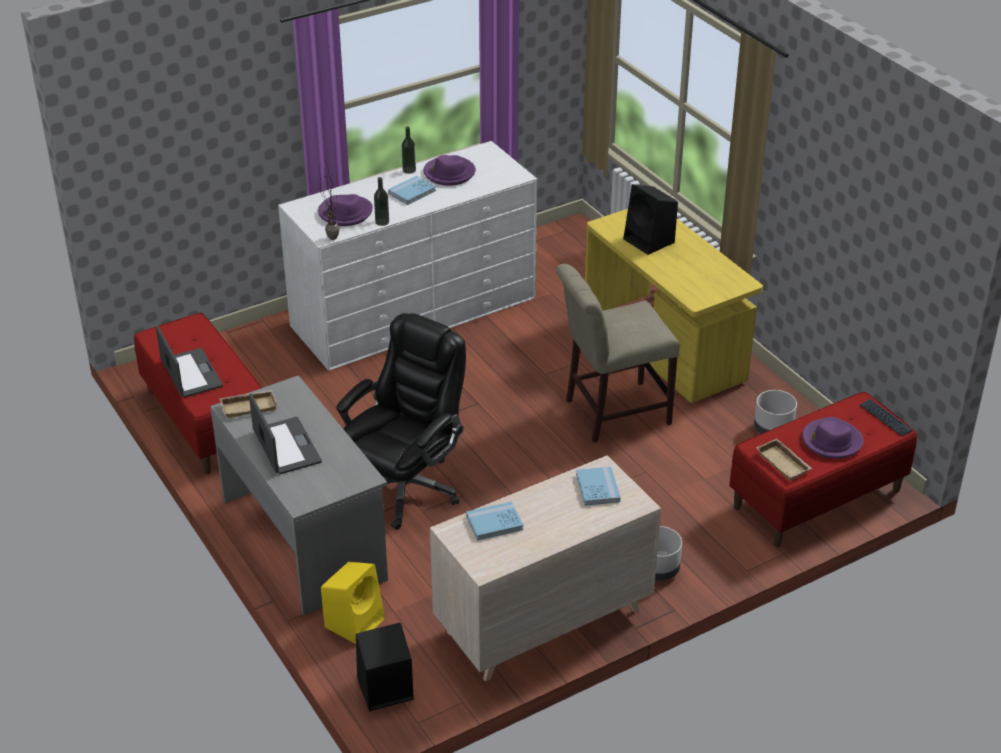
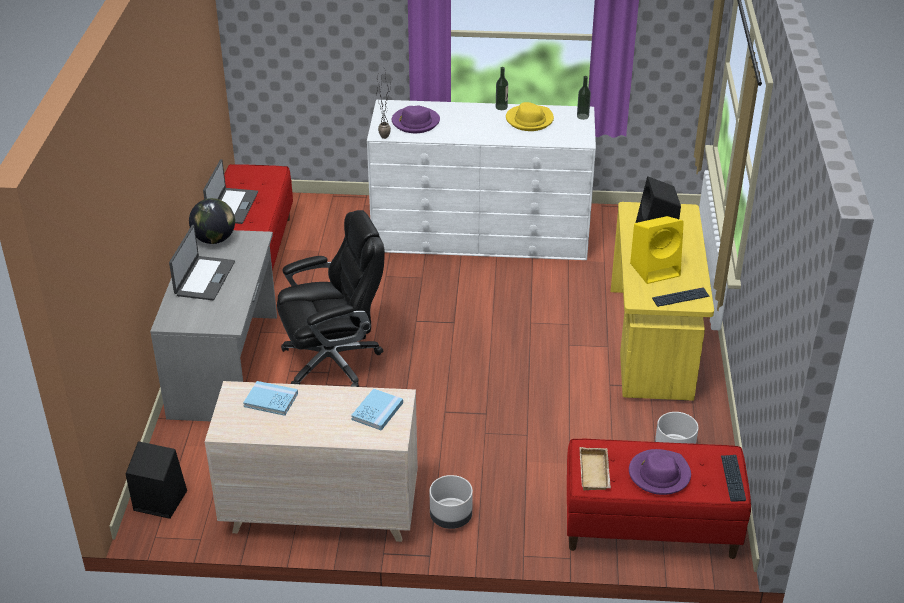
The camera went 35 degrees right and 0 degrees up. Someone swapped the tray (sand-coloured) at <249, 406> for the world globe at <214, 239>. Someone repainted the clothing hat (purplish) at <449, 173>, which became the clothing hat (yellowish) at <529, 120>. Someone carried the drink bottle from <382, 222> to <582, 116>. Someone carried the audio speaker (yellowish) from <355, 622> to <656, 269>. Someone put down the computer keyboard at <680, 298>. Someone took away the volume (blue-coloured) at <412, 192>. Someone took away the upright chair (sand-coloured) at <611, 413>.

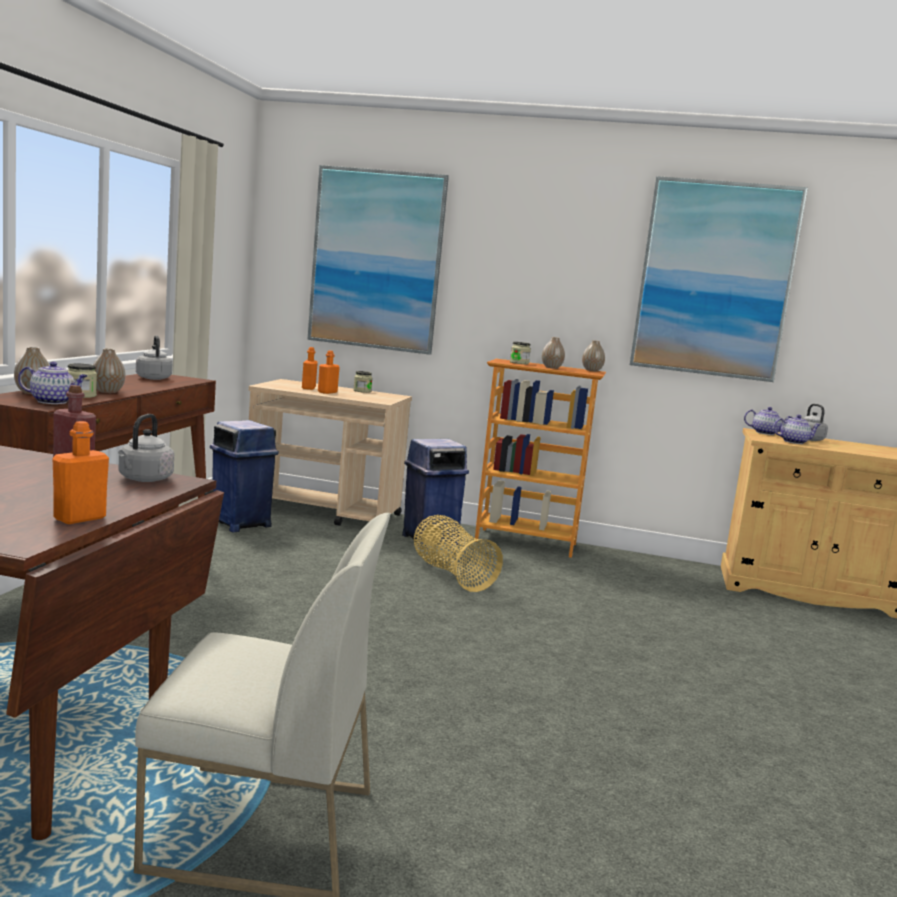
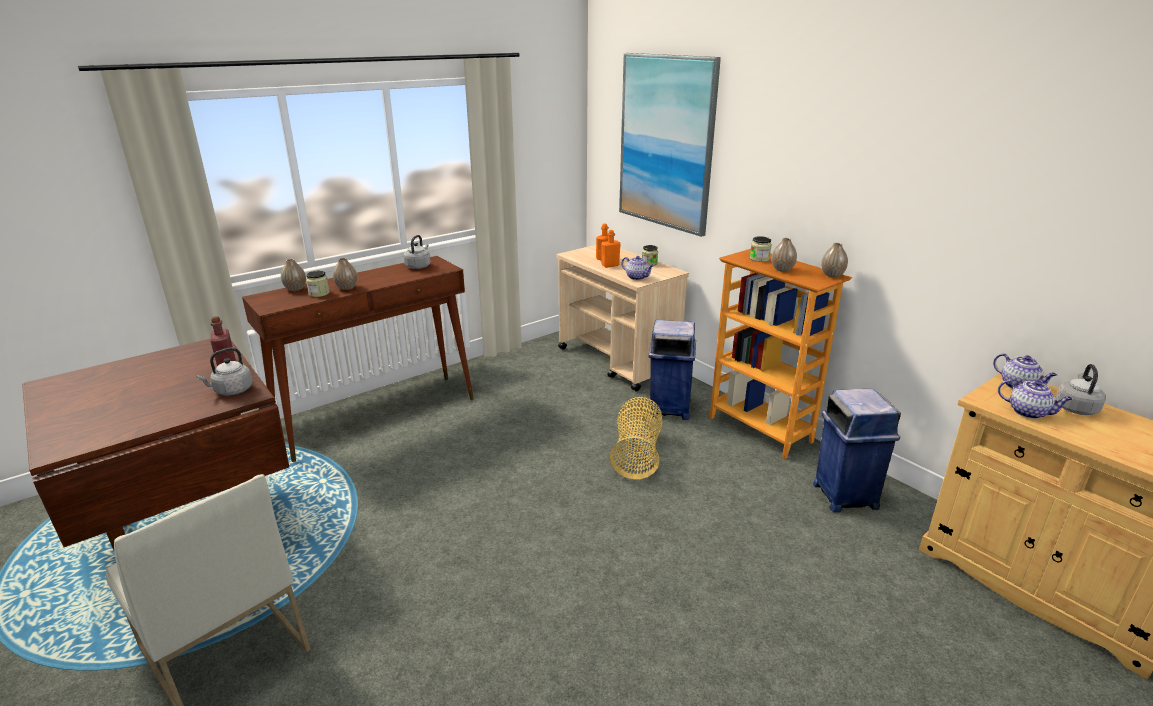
The camera went 40 degrees right and 15 degrees up. Someone carried the tea pot from <53, 402> to <637, 277>. Someone carried the trash can (blue-coloured) from <240, 523> to <844, 495>. Someone took away the drink bottle (orangey) at <80, 518>. Someone took away the picture at <714, 279>.

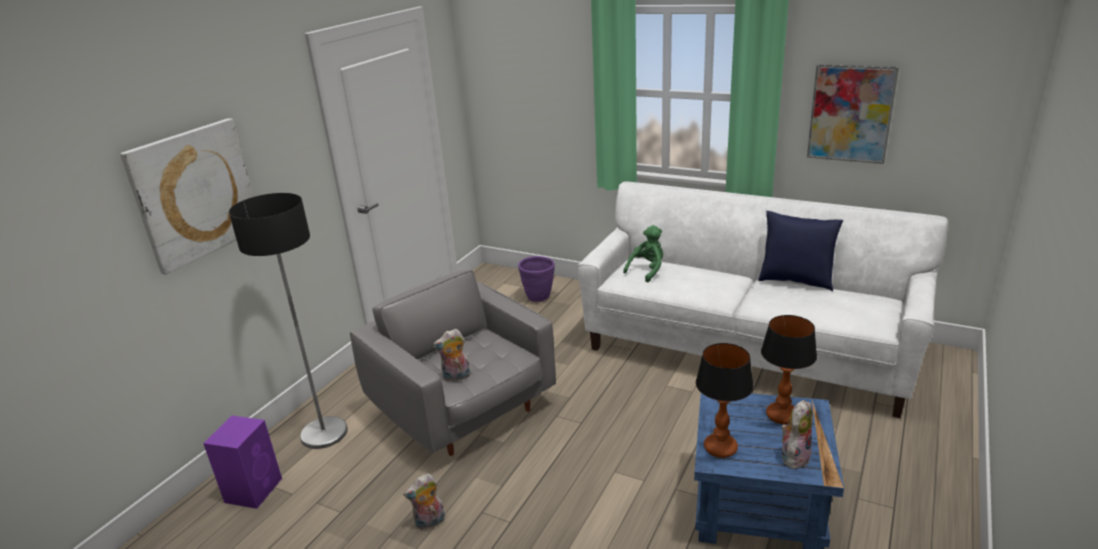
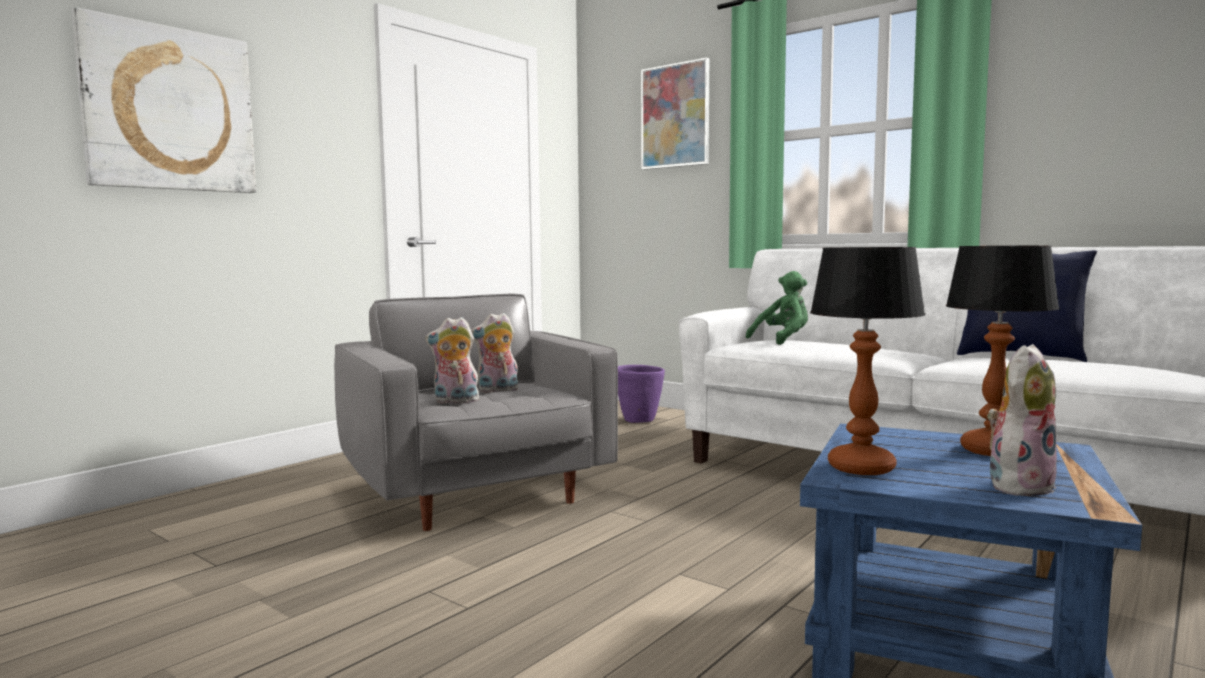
The camera went 10 degrees right and 20 degrees down. Someone carried the plush toy from <429, 523> to <497, 391>. Someone carried the picture from <850, 113> to <675, 116>. Someone took away the audio speaker (purplish) at <254, 489>. Someone took away the floor lamp at <324, 433>.

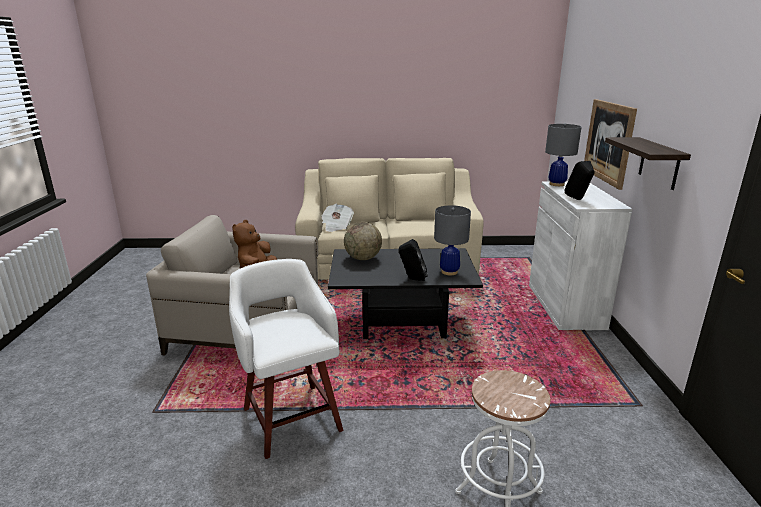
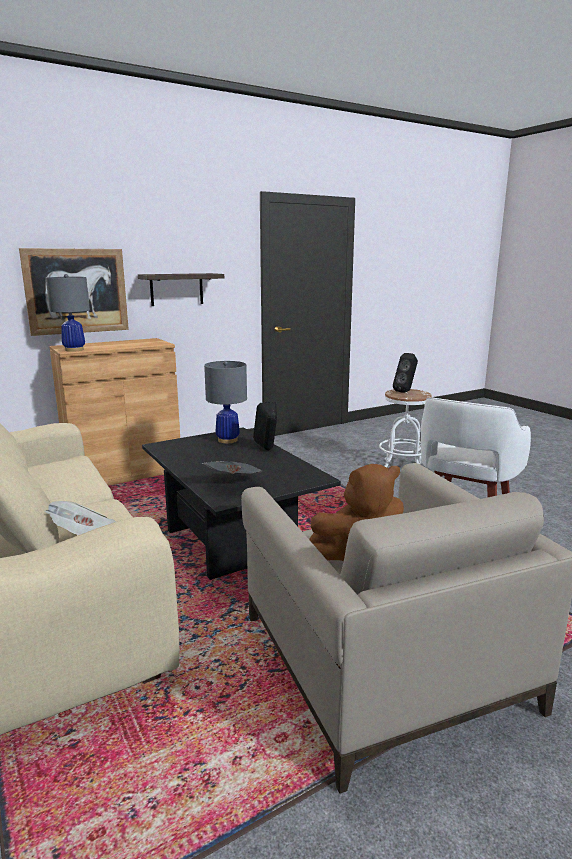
The camera went 120 degrees left and 5 degrees down. Someone repainted the cabinet (white) at <565, 306>, which became the cabinet (brownish) at <124, 473>. Someone swapped the world globe at <363, 258> for the printed paper at <234, 483>. Someone carried the audio speaker (black) from <578, 200> to <405, 391>.

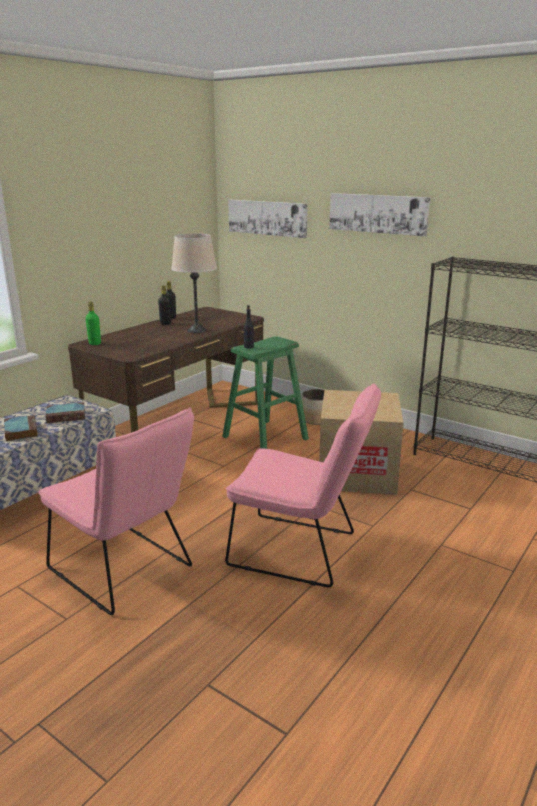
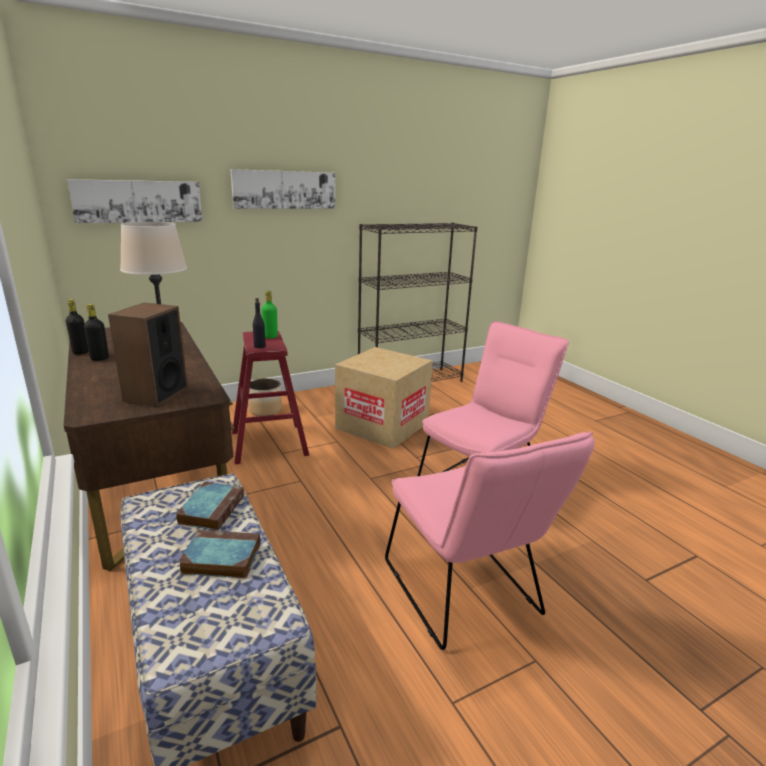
The camera went 65 degrees left and 0 degrees up. Someone put down the audio speaker at <155, 394>. Someone repainted the sitting stool (green-coloured) at <265, 438>, which became the sitting stool (reddish) at <269, 443>. Someone carried the drink bottle (green-coloured) from <95, 343> to <270, 337>. Someone rotated the upright chair (pink) at <126, 572> by 90 degrees clockwise.

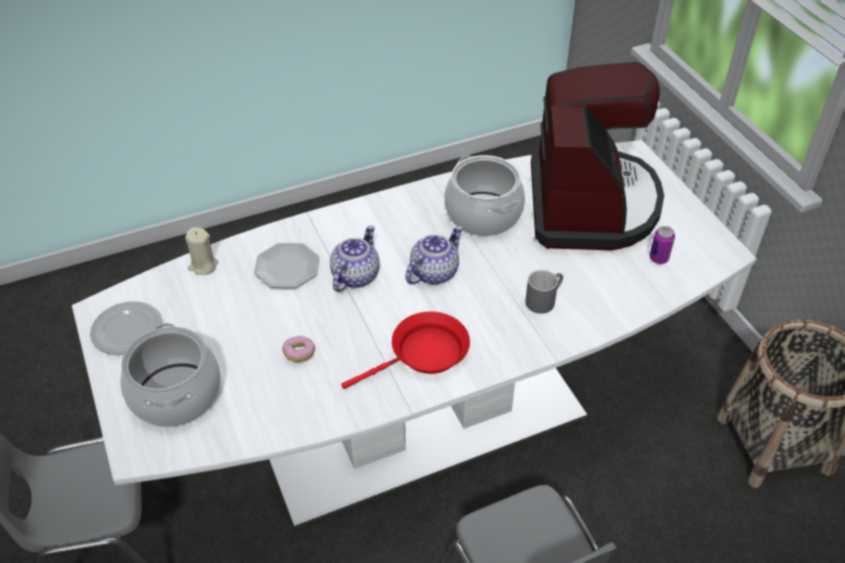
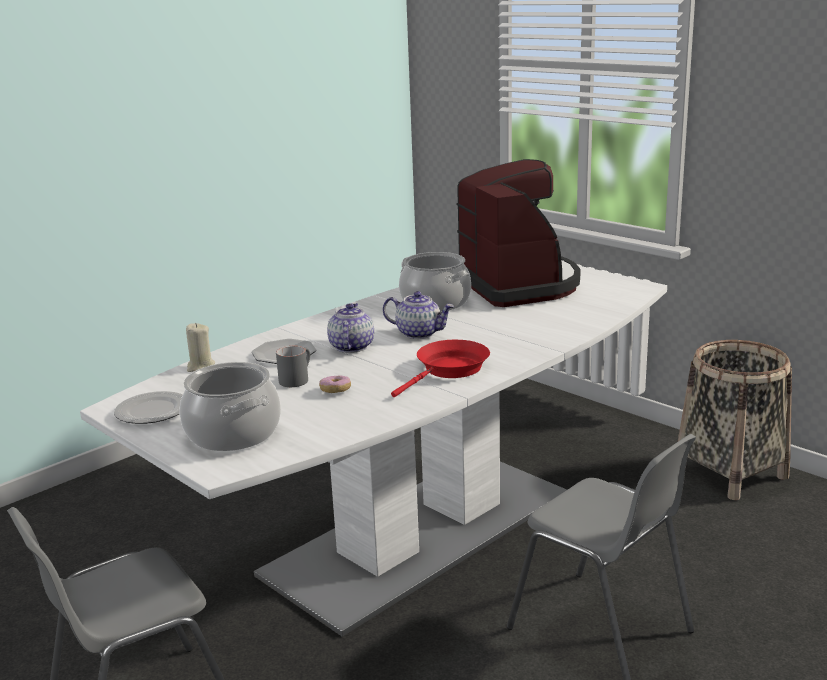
The camera went 20 degrees left and 25 degrees down. Someone carried the coffee mug (greyish) from <543, 299> to <296, 379>. Someone rotated the tea pot at <434, 272> by 90 degrees clockwise. Someone took away the metal can at <658, 258>.

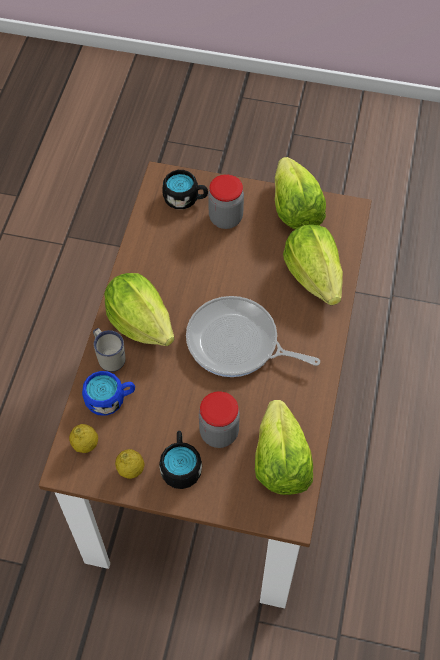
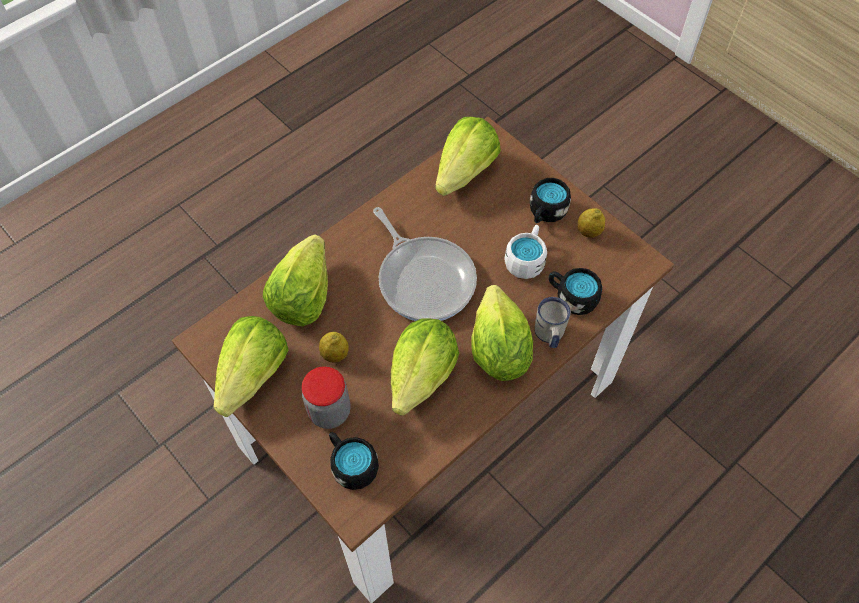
The camera went 145 degrees left and 0 degrees up. Someone carried the citrus fruit from <85, 444> to <335, 355>. Someone put down the head of lettuce at <422, 376>. Someone put down the coffee mug (white) at <526, 259>. Someone repainted the coffee mug (blue-coloured) at <110, 399>, which became the coffee mug (black) at <571, 297>. Someone took away the storage jar at <219, 432>.

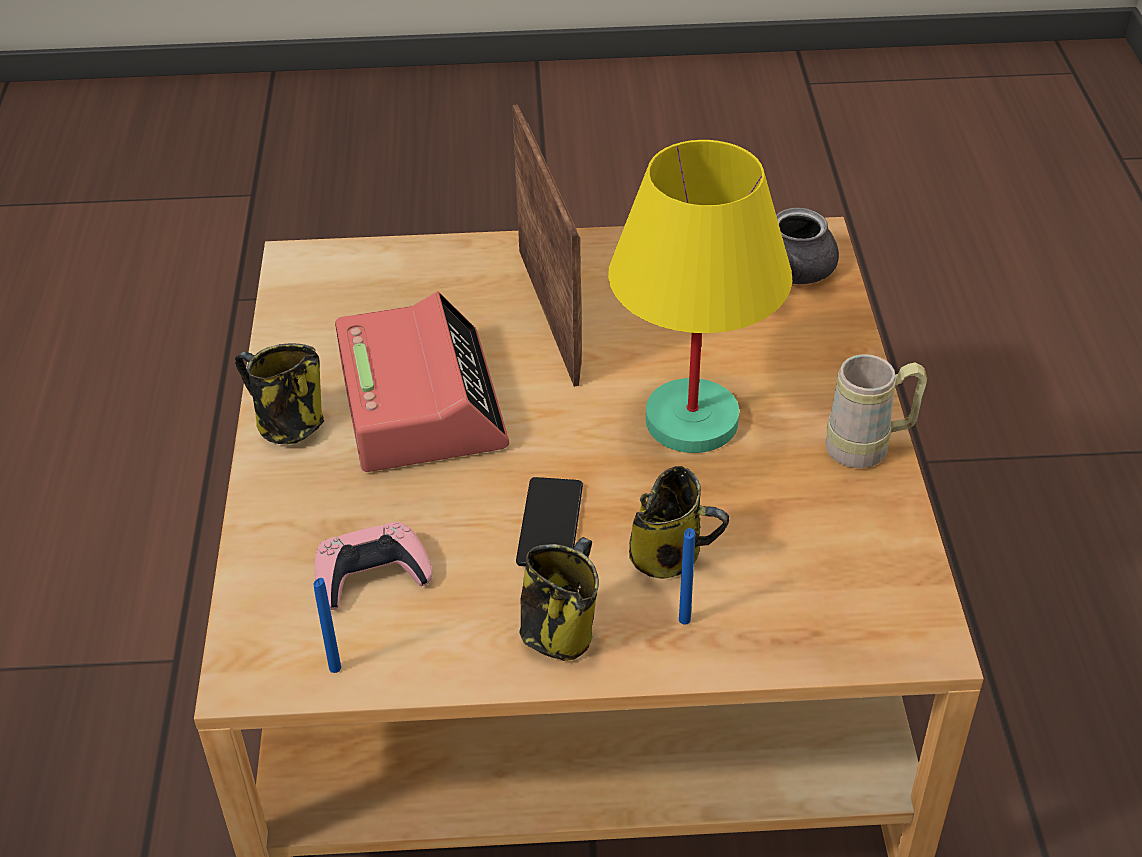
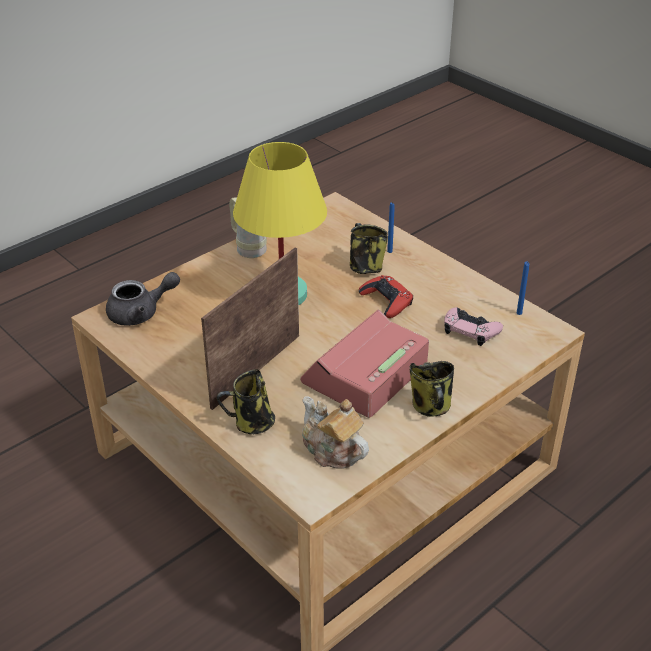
The camera went 130 degrees left and 5 degrees down. Someone carried the coffee mug from <561, 631> to <251, 424>. Someone put down the tea pot at <332, 450>. Someone swapped the handset at <550, 524> for the gamepad (reddish) at <386, 301>.

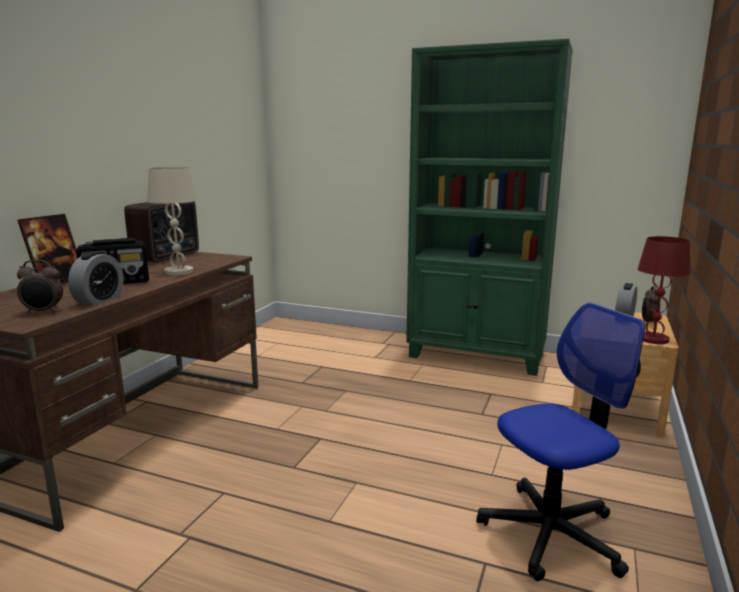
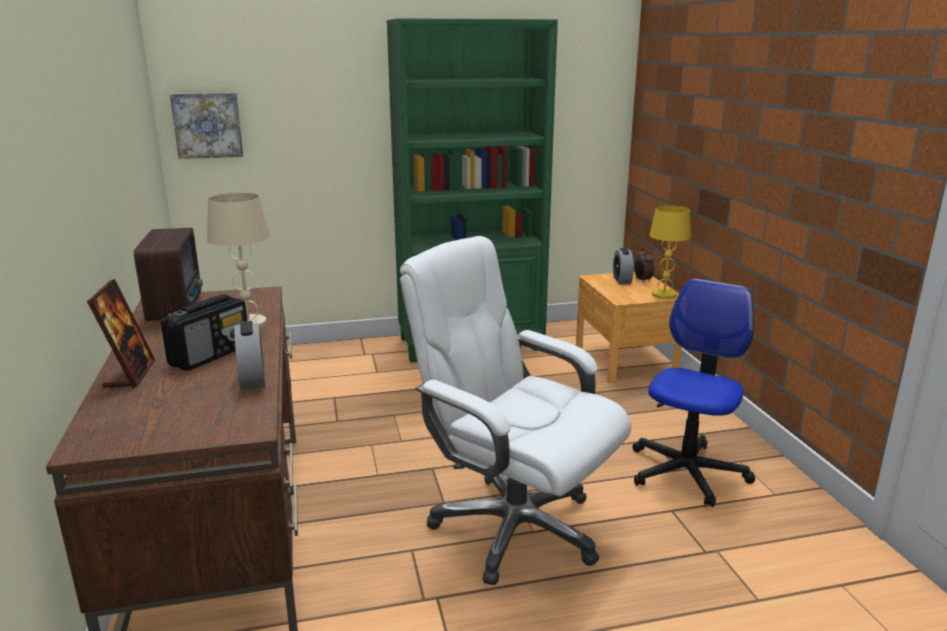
The camera went 35 degrees left and 5 degrees up. Someone put up the picture at <207, 125>. Someone put down the desk chair (white) at <514, 527>. Someone repainted the lamp for a table (reddish) at <653, 339>, which became the lamp for a table (yellowish) at <664, 295>. Someone took away the alarm clock at <43, 312>.

